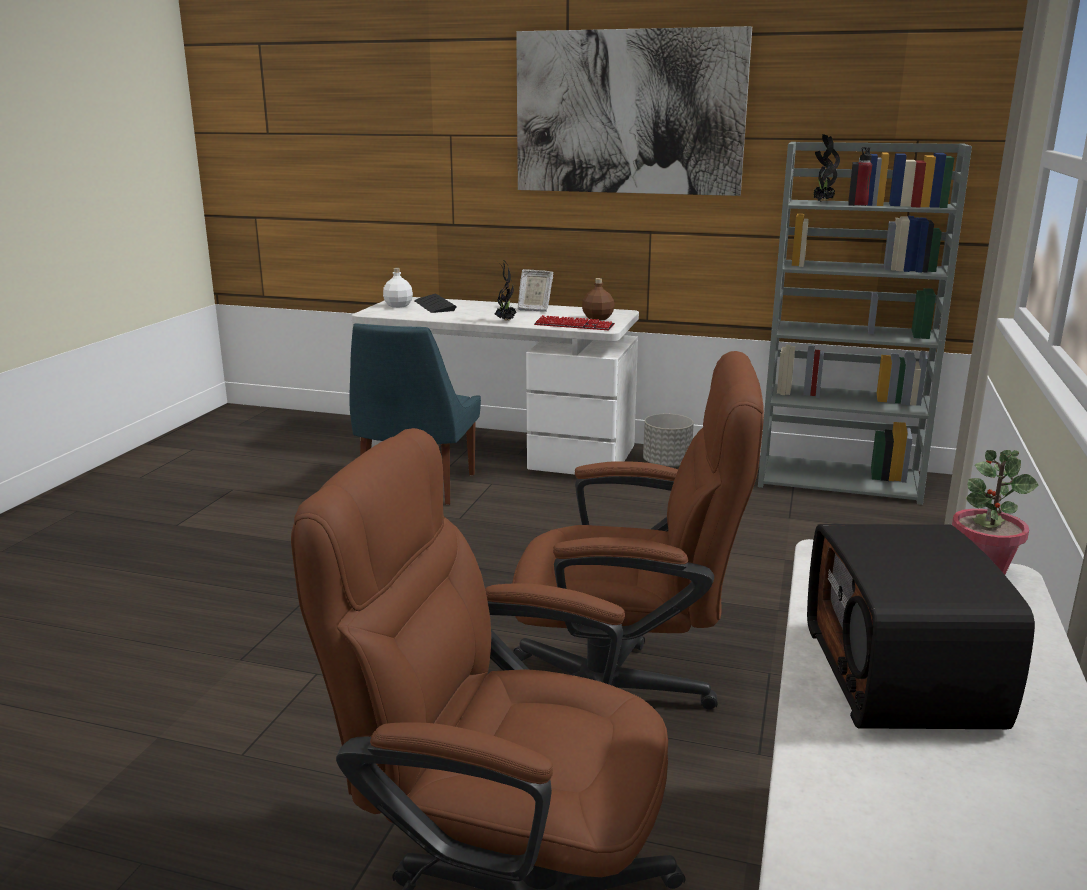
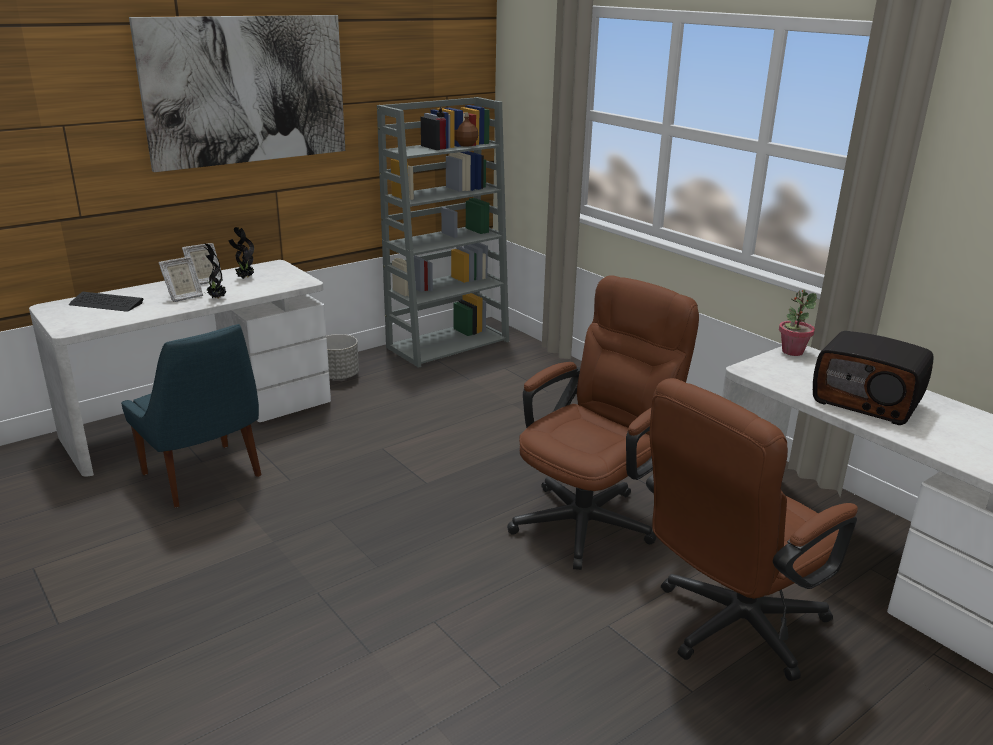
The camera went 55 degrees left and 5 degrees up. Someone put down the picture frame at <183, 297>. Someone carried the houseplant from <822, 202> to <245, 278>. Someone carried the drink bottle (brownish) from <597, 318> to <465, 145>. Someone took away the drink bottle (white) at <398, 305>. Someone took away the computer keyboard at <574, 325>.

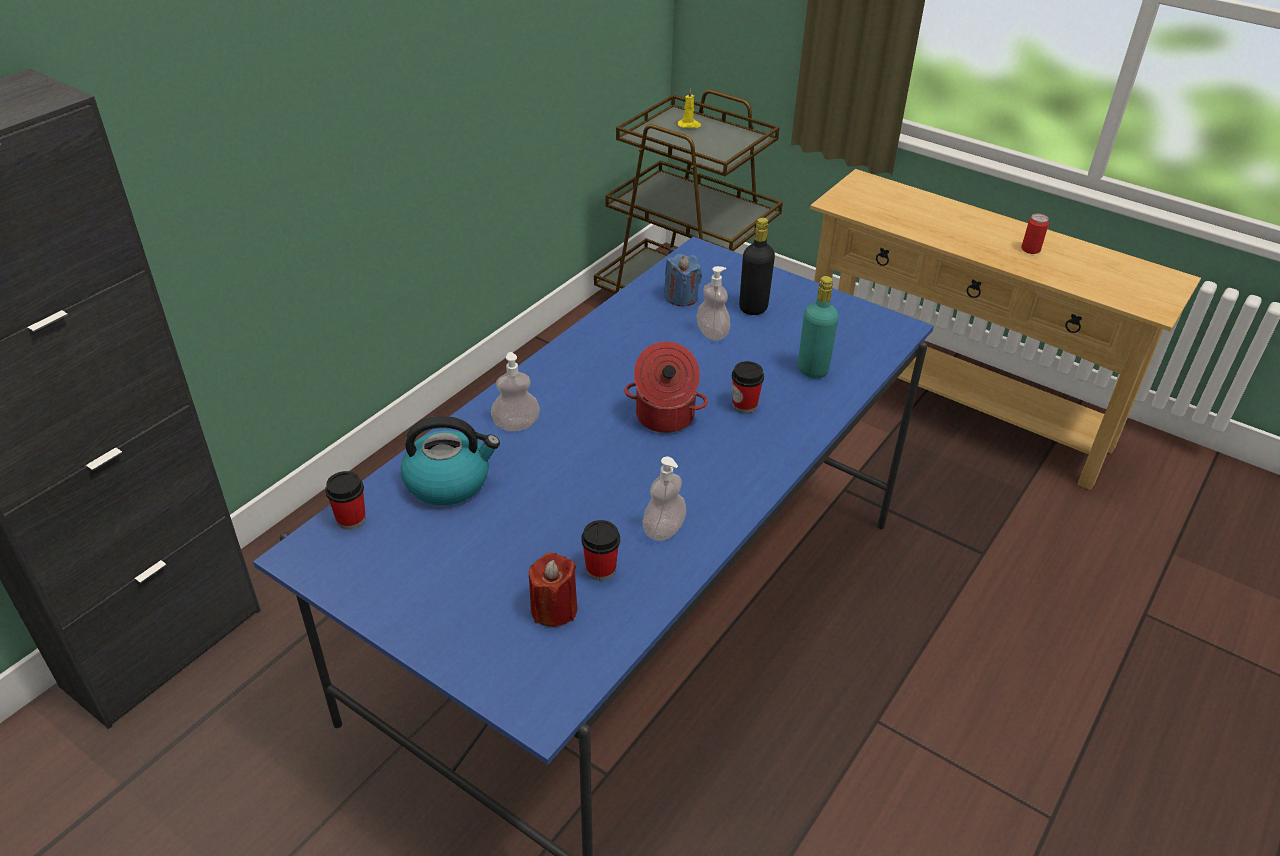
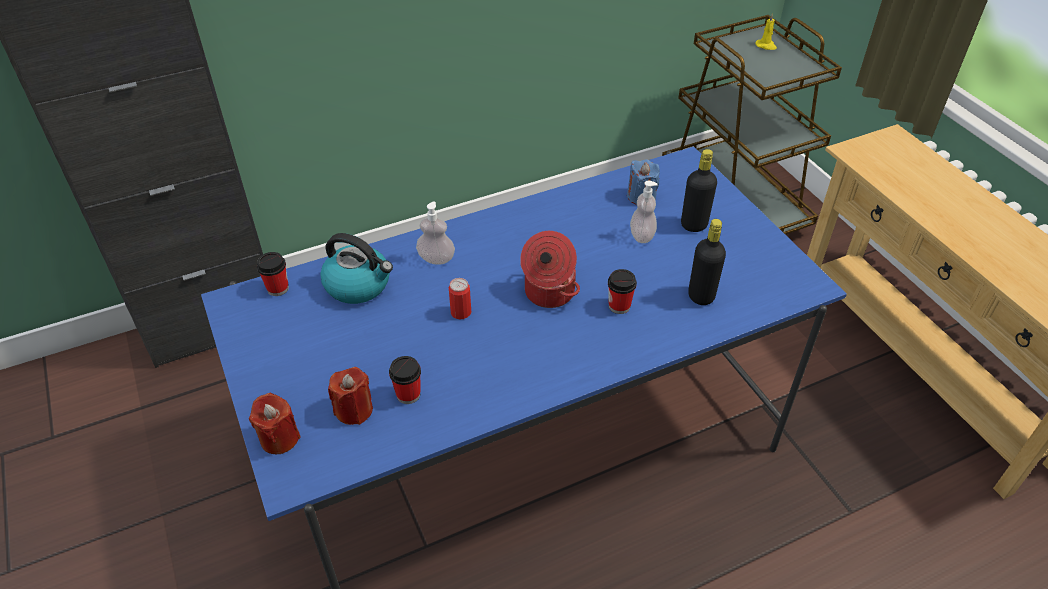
The camera went 30 degrees right and 5 degrees up. Someone put down the candle (reddish) at <279, 438>. Someone carried the metal can from <1030, 249> to <461, 312>. Someone repainted the drink bottle (turquoise) at <812, 370>, which became the drink bottle (black) at <701, 296>. Someone took away the soap dispenser at <663, 530>.

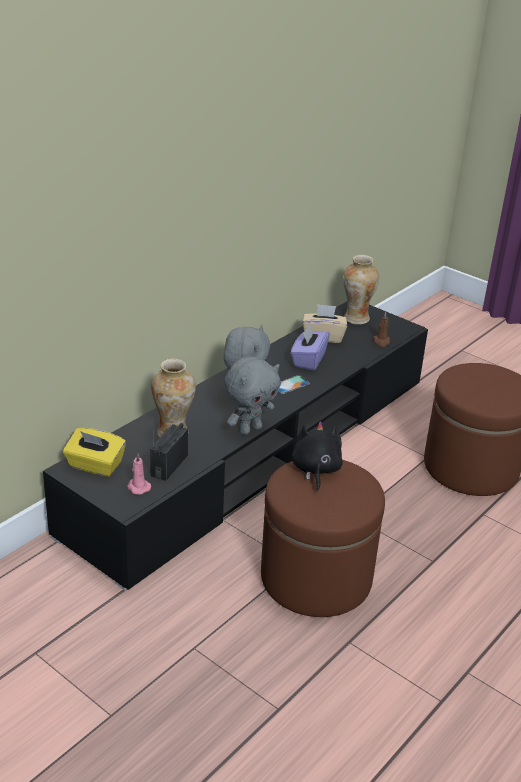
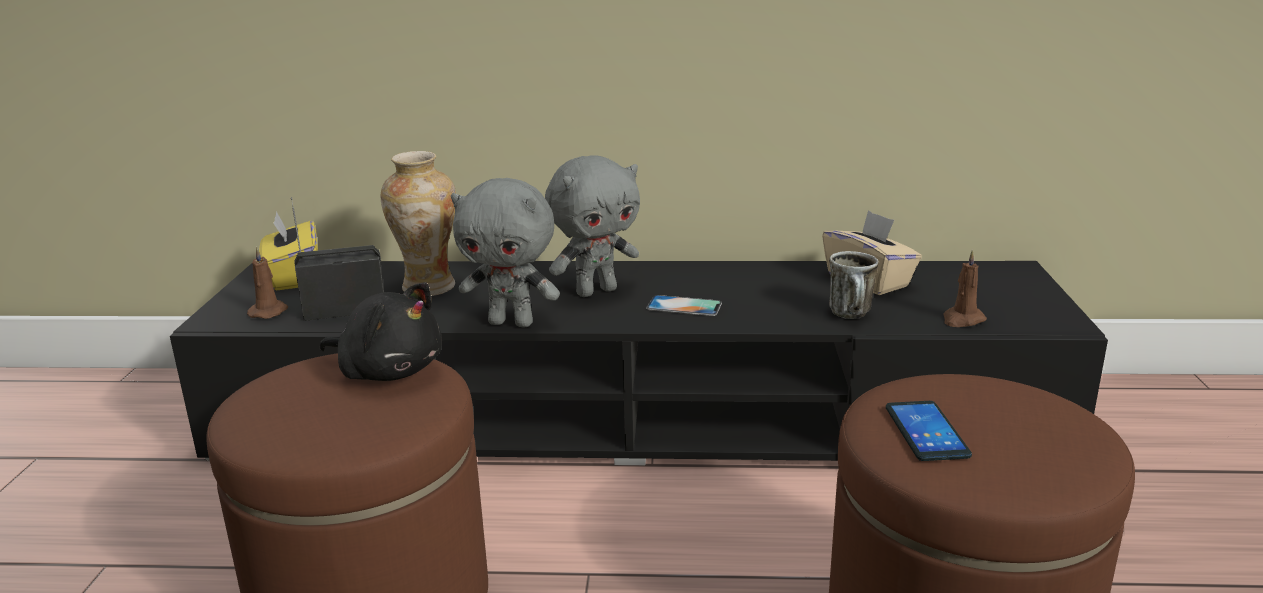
The camera went 55 degrees right and 10 degrees down. Someone repainted the candle (pink) at <138, 487>, which became the candle (brownish) at <269, 312>. Someone rotated the plush toy (black) at <315, 470> by 60 degrees clockwise. Someone put down the coffee mug at <853, 316>. Someone put down the handset at <926, 432>. Someone took away the tissue holder (purplish) at <308, 360>. Someone took away the flower vase at <356, 319>.

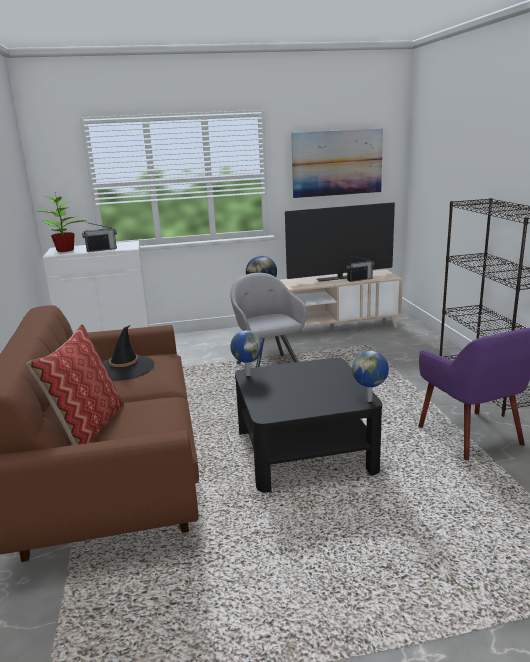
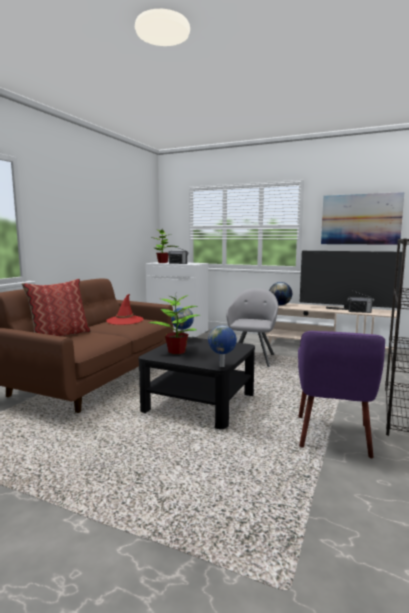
The camera went 35 degrees right and 10 degrees down. Someone repainted the clothing hat (black) at <125, 368>, which became the clothing hat (reddish) at <125, 320>. Someone put down the houseplant at <177, 351>.

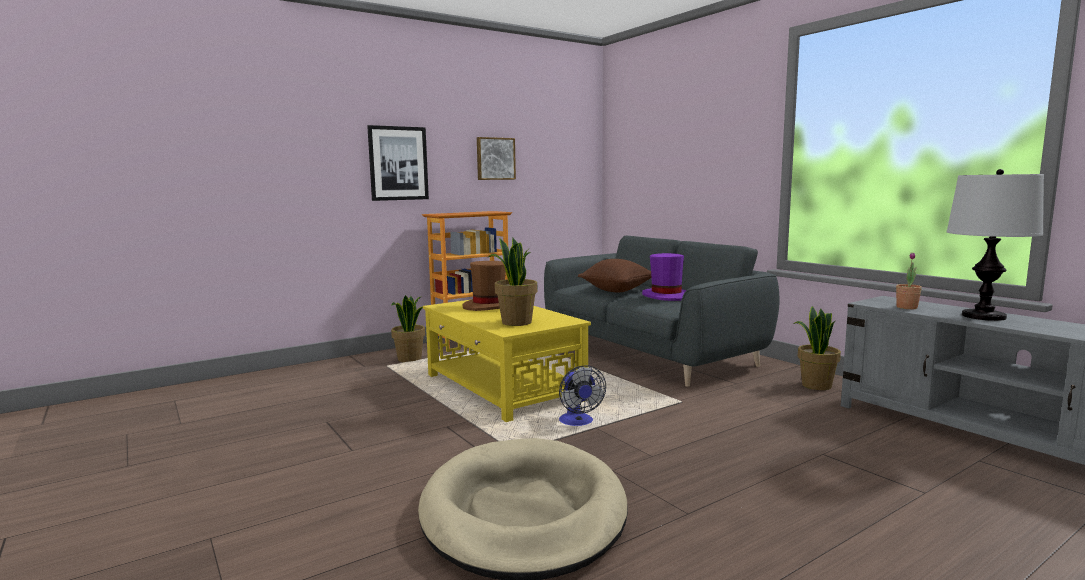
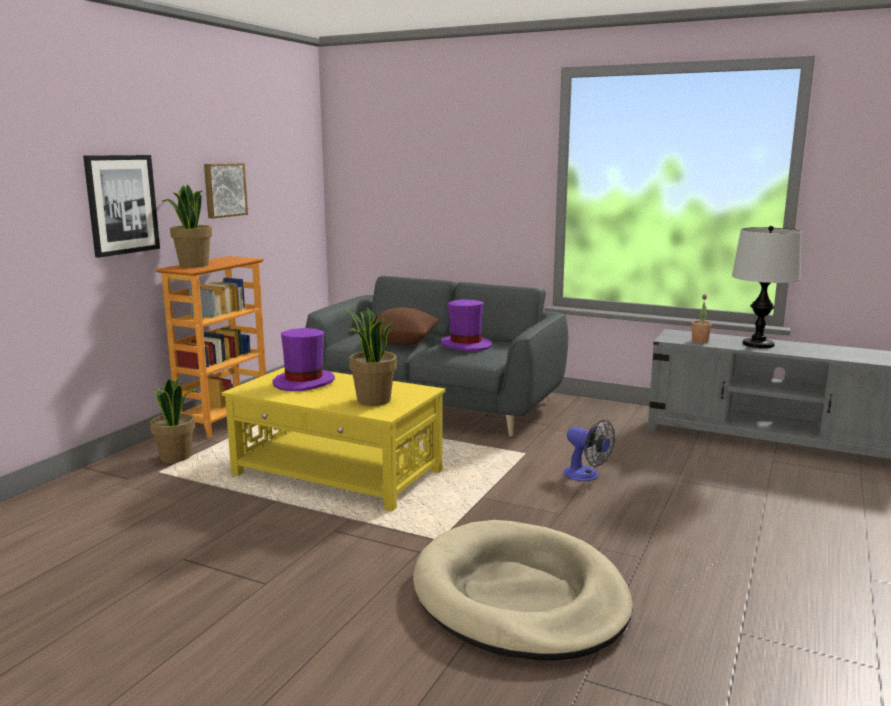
The camera went 30 degrees left and 5 degrees up. Someone carried the houseplant from <816, 385> to <193, 265>. Someone repainted the clothing hat (brownish) at <488, 306>, which became the clothing hat (purplish) at <304, 382>. Someone carried the cooling fan from <578, 423> to <586, 476>.

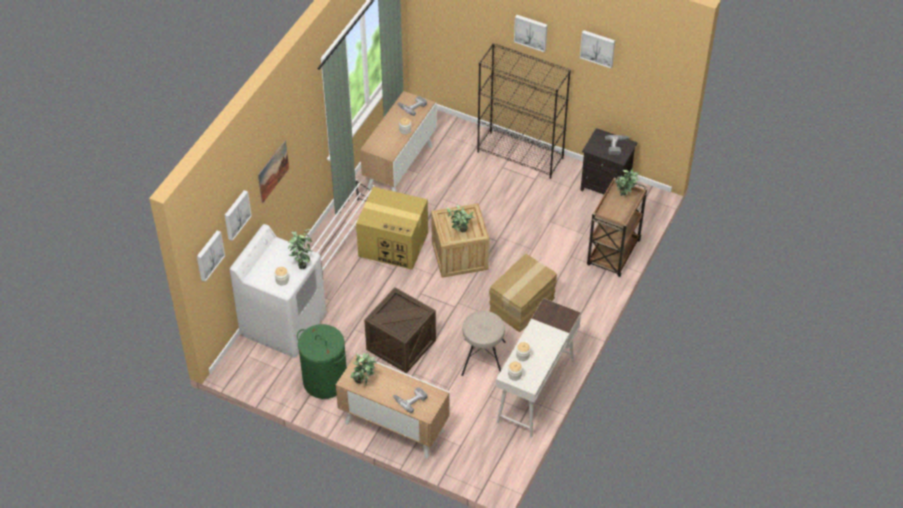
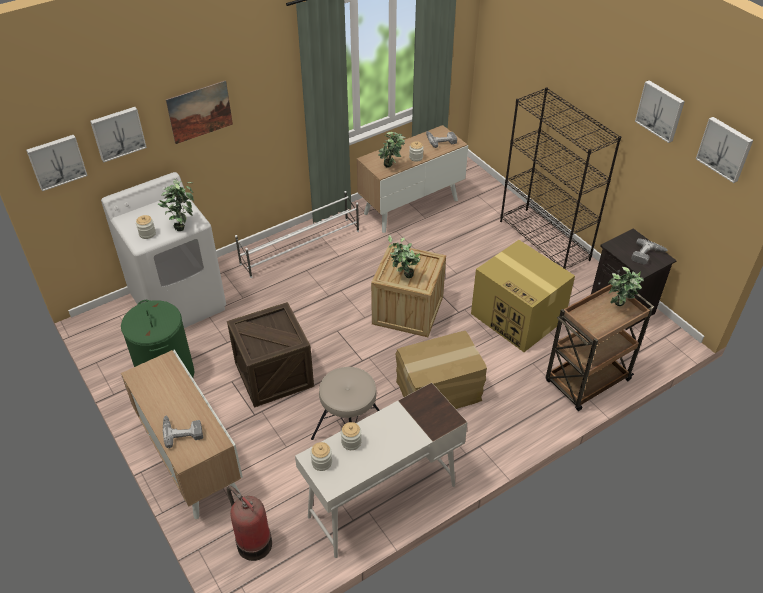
The camera went 30 degrees right and 5 degrees down. Someone put down the fire extinguisher at <252, 542>. Someone carried the houseplant from <364, 382> to <391, 168>. Someone carried the cardboard box from <394, 244> to <518, 317>. Someone carried the picture from <531, 32> to <725, 149>.

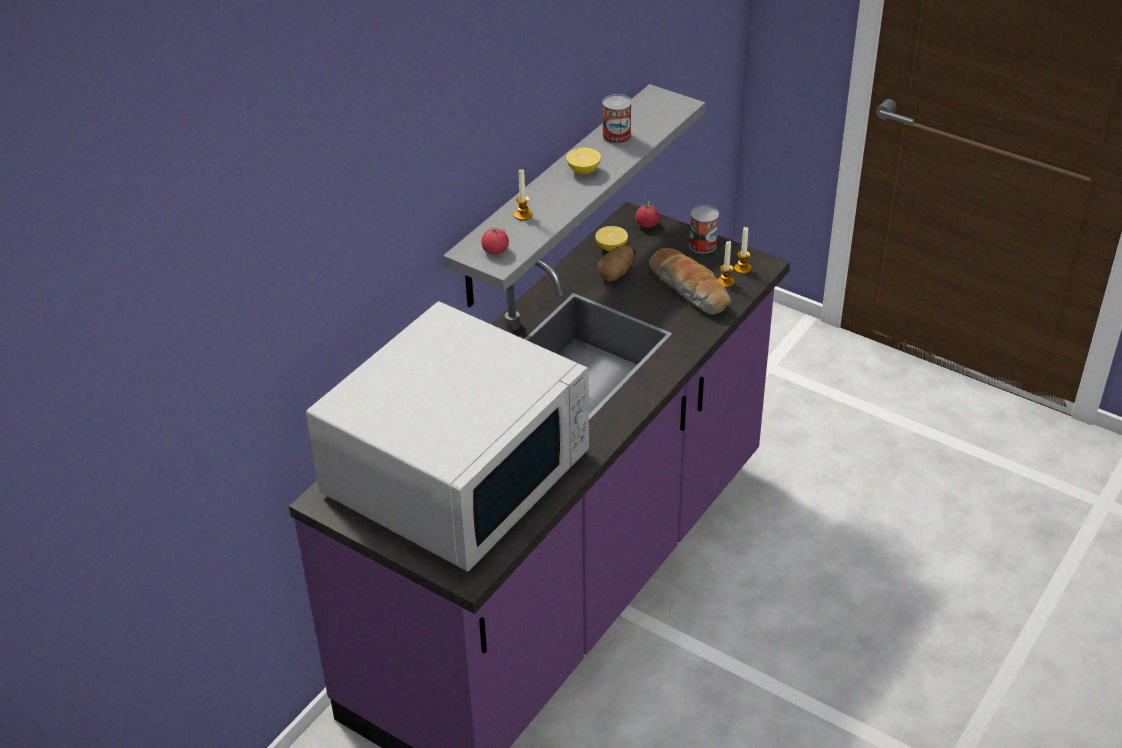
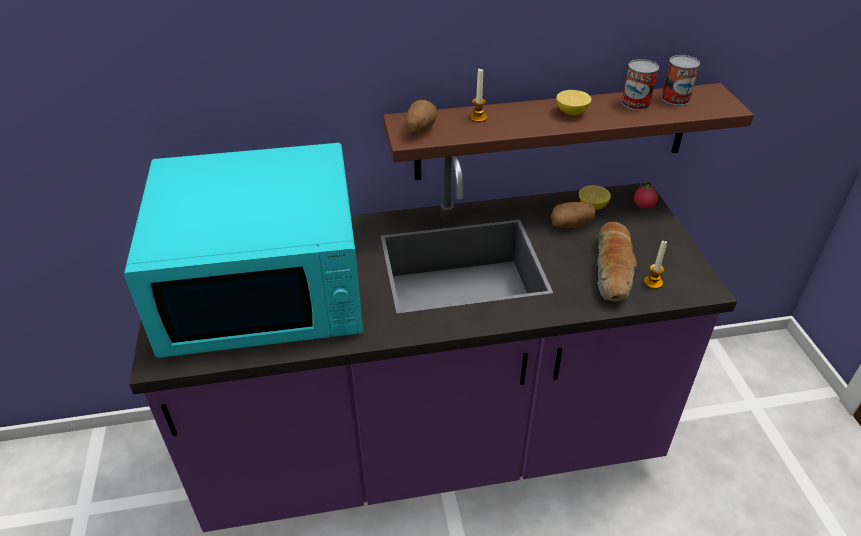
The camera went 45 degrees right and 0 degrees up. Someone repainted the kitchen microwave (white) at <458, 472>, which became the kitchen microwave (turquoise) at <265, 286>. Someone repainted the shelf (greyish) at <554, 197>, which became the shelf (brownish) at <553, 132>. Someone swapped the fresh tomato at <495, 251> for the whole potato at <419, 129>. Someone carried the metal can from <703, 245> to <675, 98>. Someone took away the candle at <742, 268>.

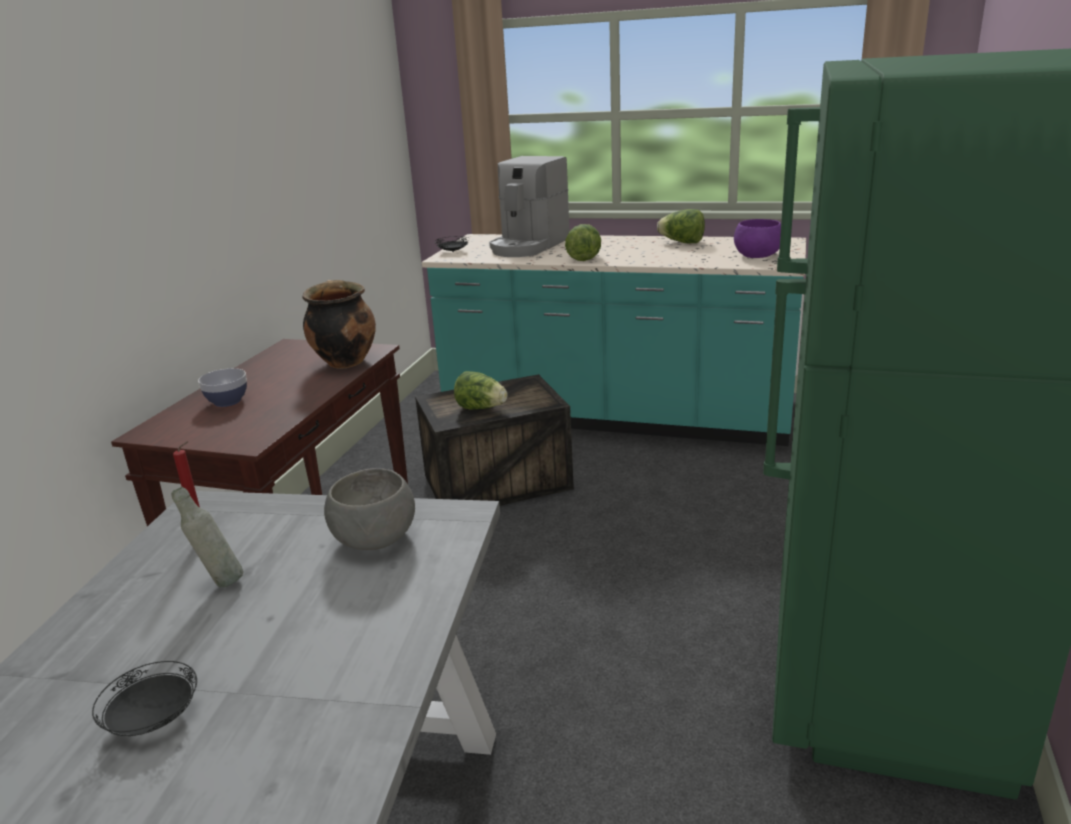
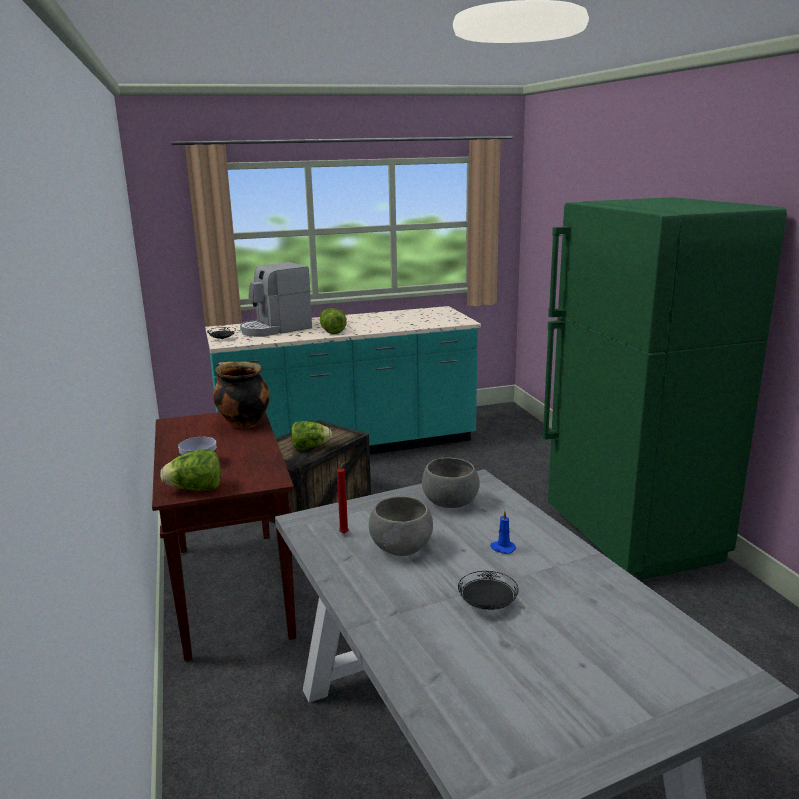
The camera went 35 degrees left and 5 degrees down. Someone carried the head of lettuce from <682, 242> to <196, 489>. Someone rotated the coffee machine at <529, 246> by 60 degrees clockwise. Someone swapped the drink bottle (greyish) at <219, 582> for the deep dish (greyish) at <400, 546>. Someone put down the candle (blue-coloured) at <502, 548>. Someone took away the deep dish (purplish) at <757, 255>.

